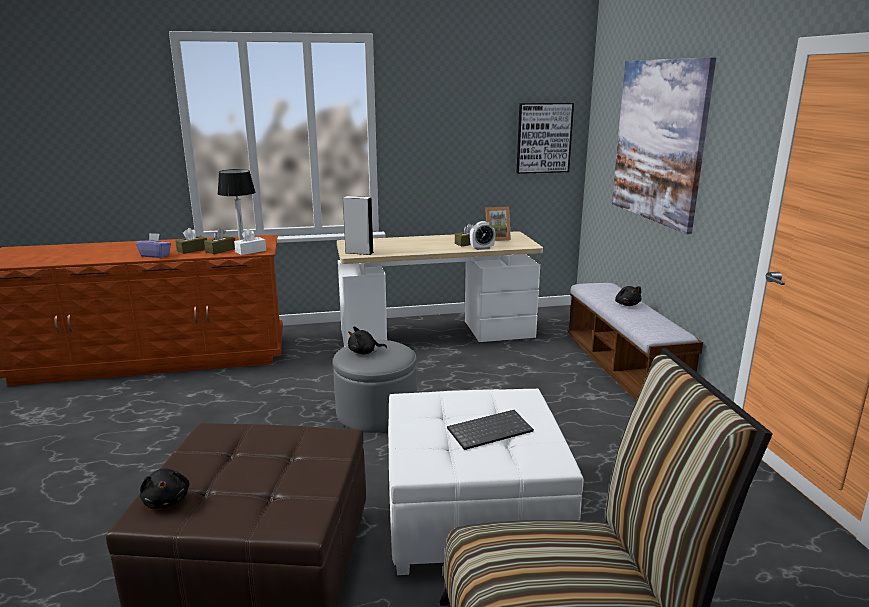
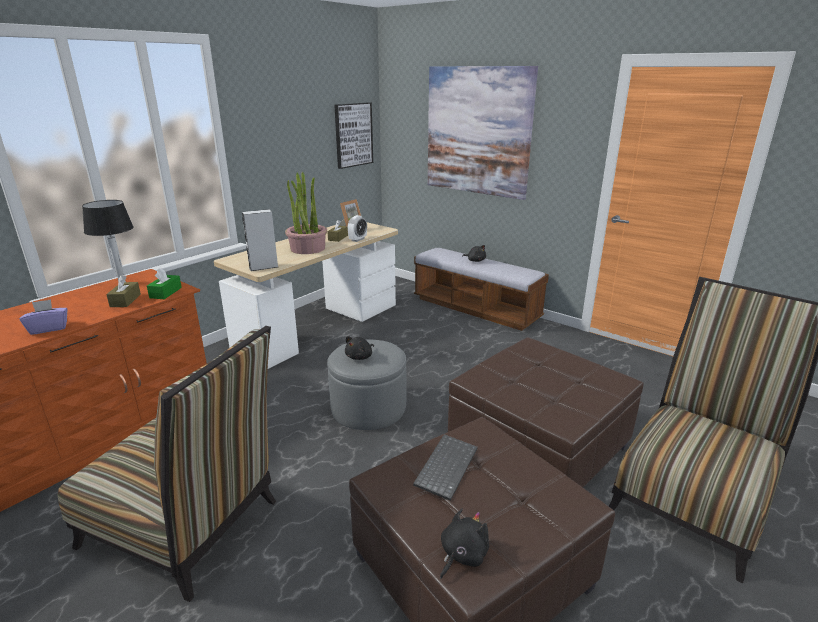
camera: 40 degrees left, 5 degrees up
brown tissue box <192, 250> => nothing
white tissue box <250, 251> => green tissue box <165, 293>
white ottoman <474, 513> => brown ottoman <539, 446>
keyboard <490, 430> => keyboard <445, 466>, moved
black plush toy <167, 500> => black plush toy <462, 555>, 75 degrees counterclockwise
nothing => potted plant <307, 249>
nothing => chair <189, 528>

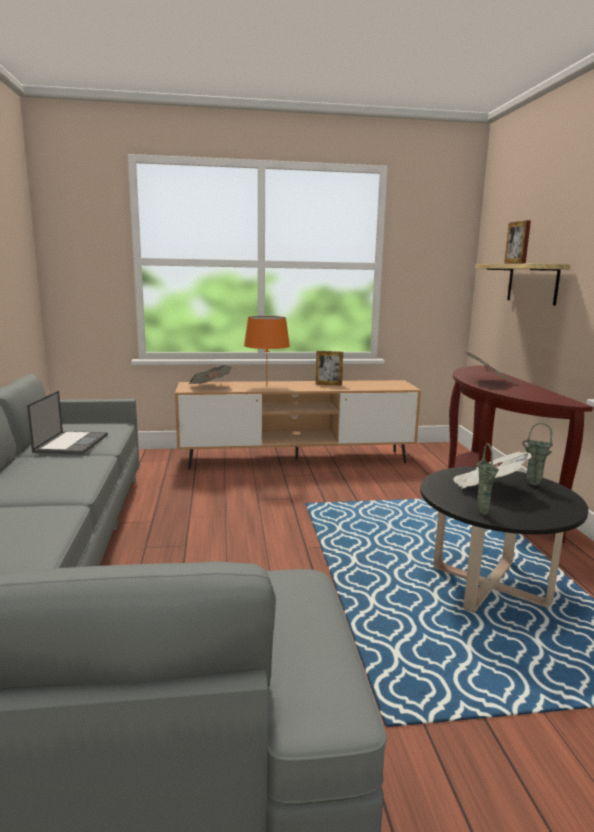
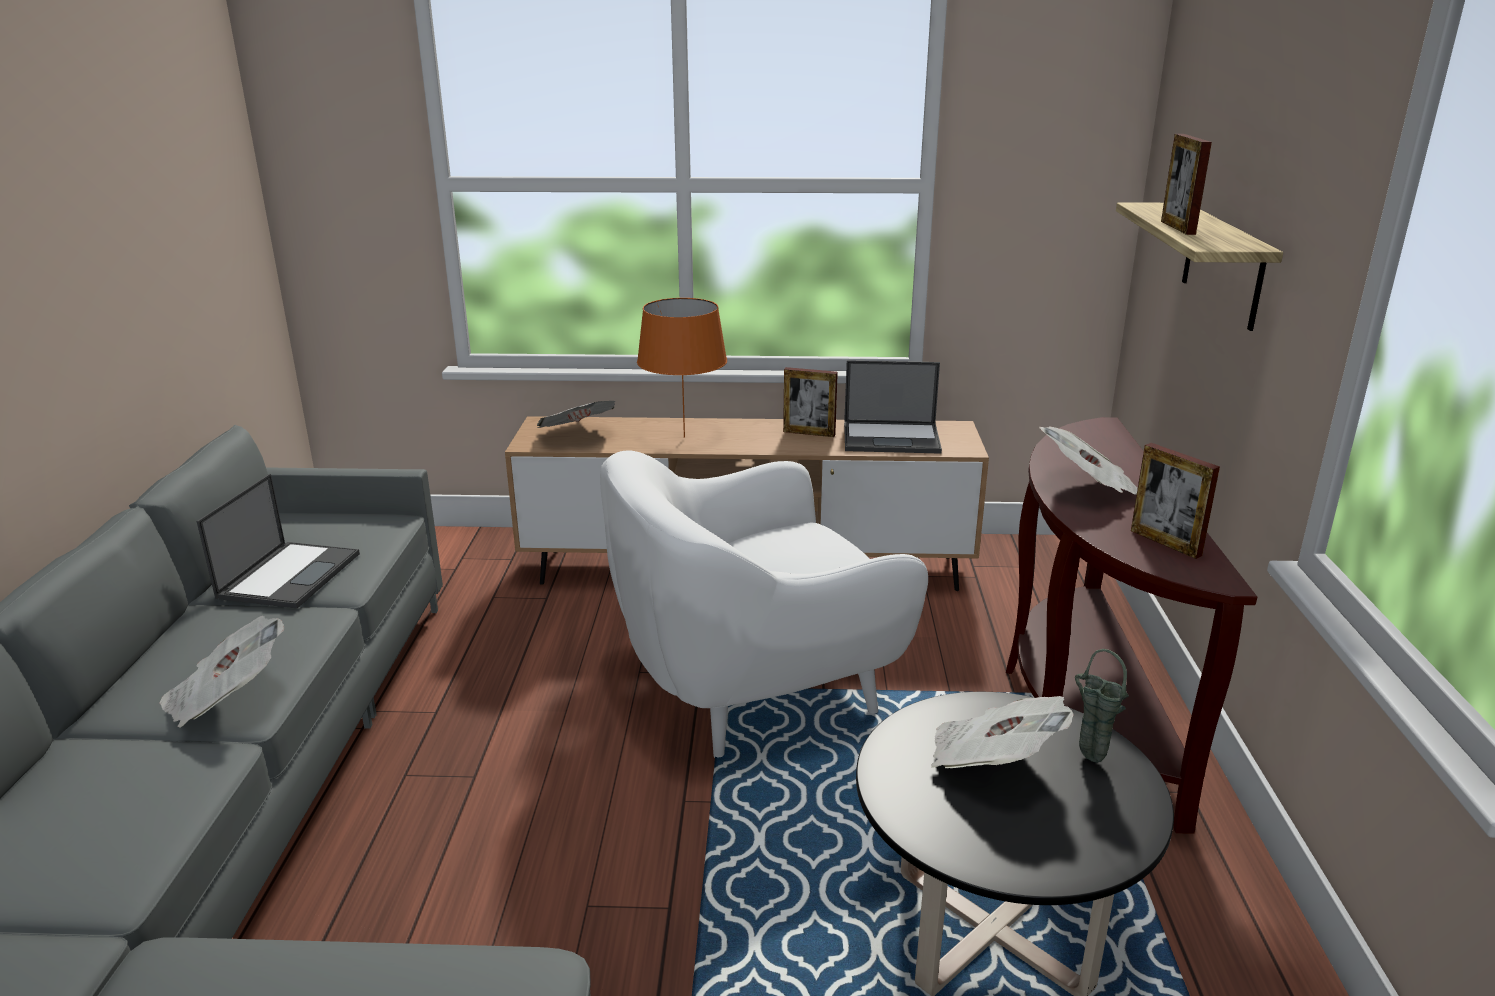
camera: 10 degrees right, 10 degrees up
green vase <483, 515> => nothing
nothing => laptop <892, 438>
nothing => picture frame <1165, 543>
nothing => white armchair <753, 689>
nothing => newspaper <227, 698>

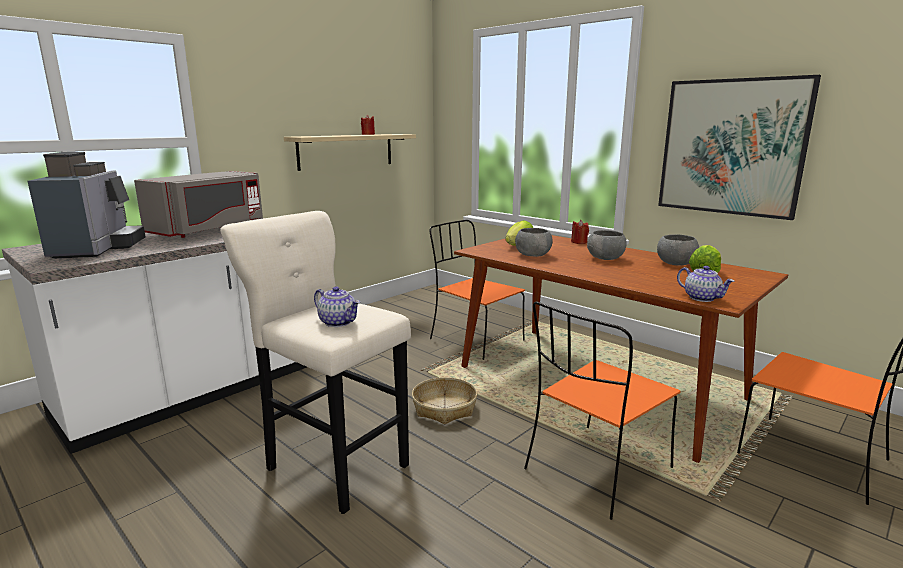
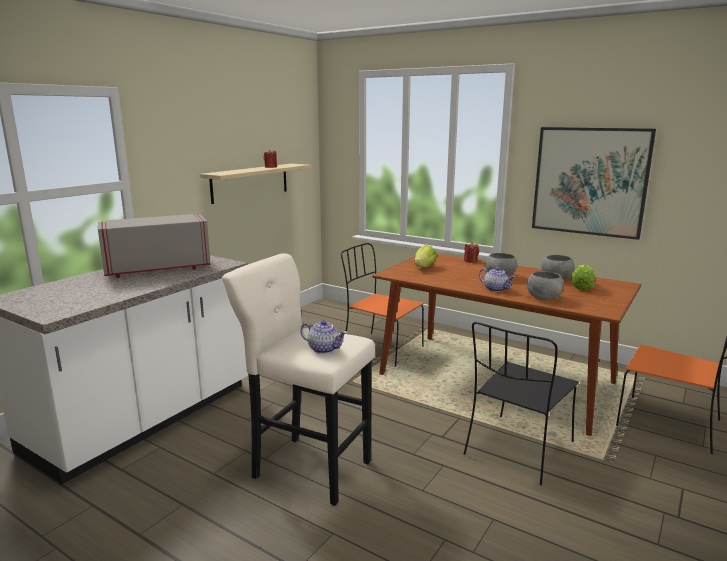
camera: 10 degrees left, 0 degrees up
coffee machine <97, 248> => nothing
grey microwave <209, 229> => grey microwave <157, 268>, 135 degrees counterclockwise
grey bowl <532, 255> => grey bowl <543, 298>, moved
teapot <702, 298> => teapot <496, 289>, moved
orange chair <596, 471> => black chair <518, 450>
basket <444, 408> => nothing

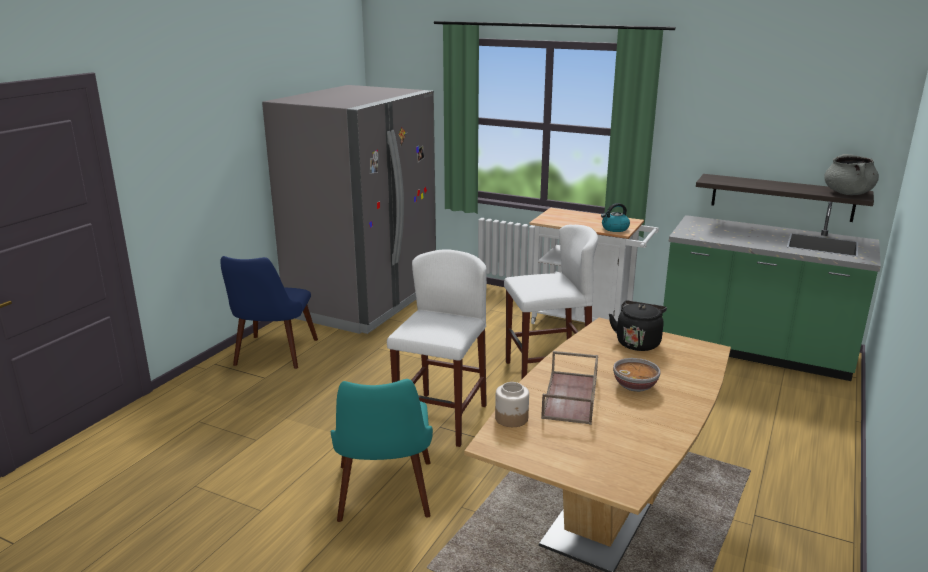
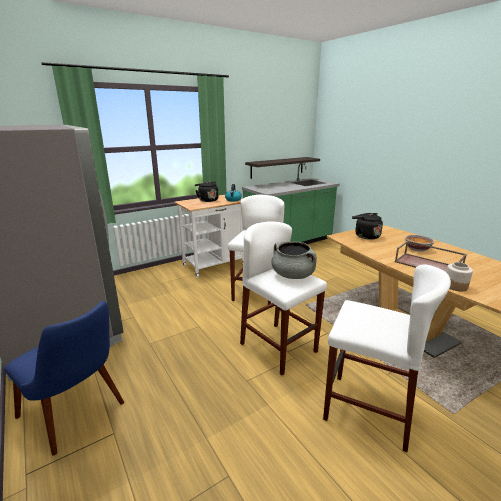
camera: 60 degrees left, 0 degrees up
grey cooking pot <848, 193> => grey cooking pot <293, 275>, moved
turquoise chair <385, 500> => white stool <367, 409>
nothing => black kettle <207, 200>

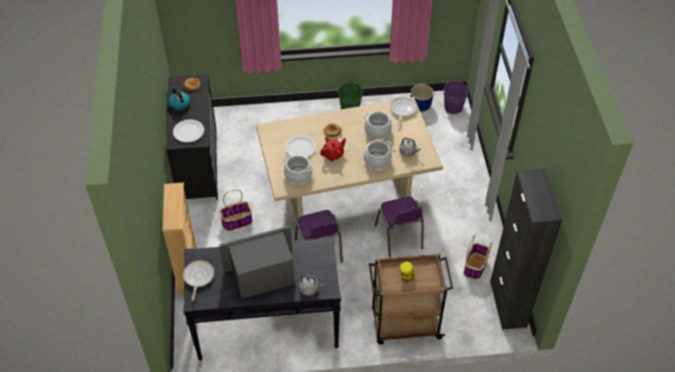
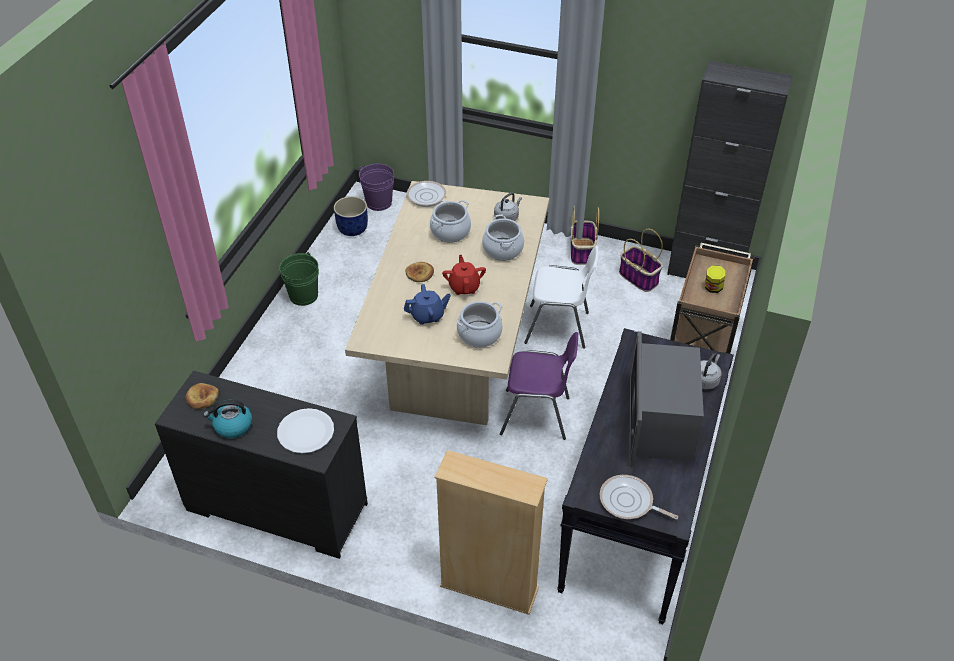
camera: 65 degrees left, 5 degrees down
white plate <300, 148> => blue teapot <428, 316>
basket <236, 222> => basket <582, 252>, moved
purple chair <399, 238> => white chair <559, 328>

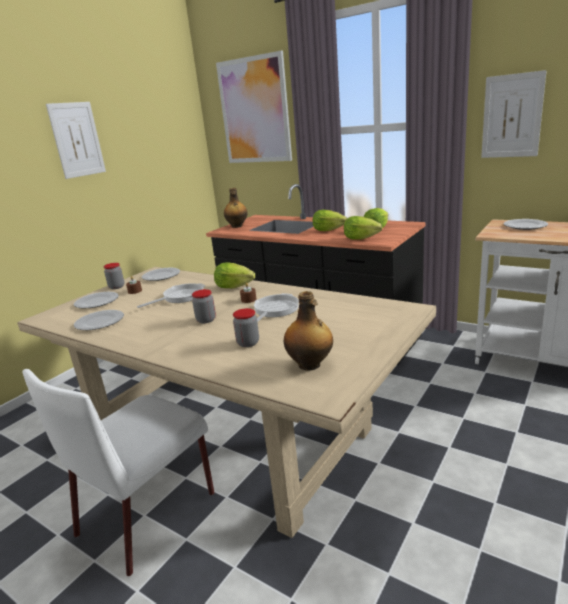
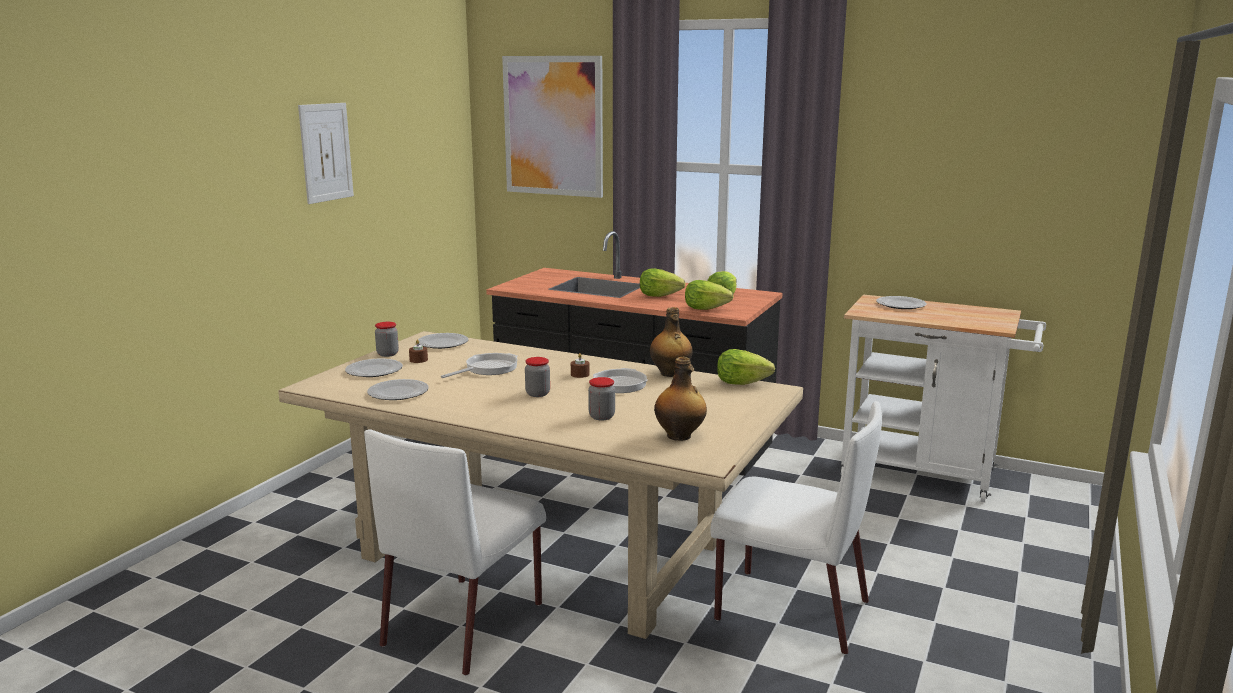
camera: 10 degrees left, 5 degrees down
picture <512, 116> => nothing
bottle <237, 226> => bottle <670, 374>, moved
lettuce <234, 287> => lettuce <741, 383>, moved
nothing => white chair <789, 610>

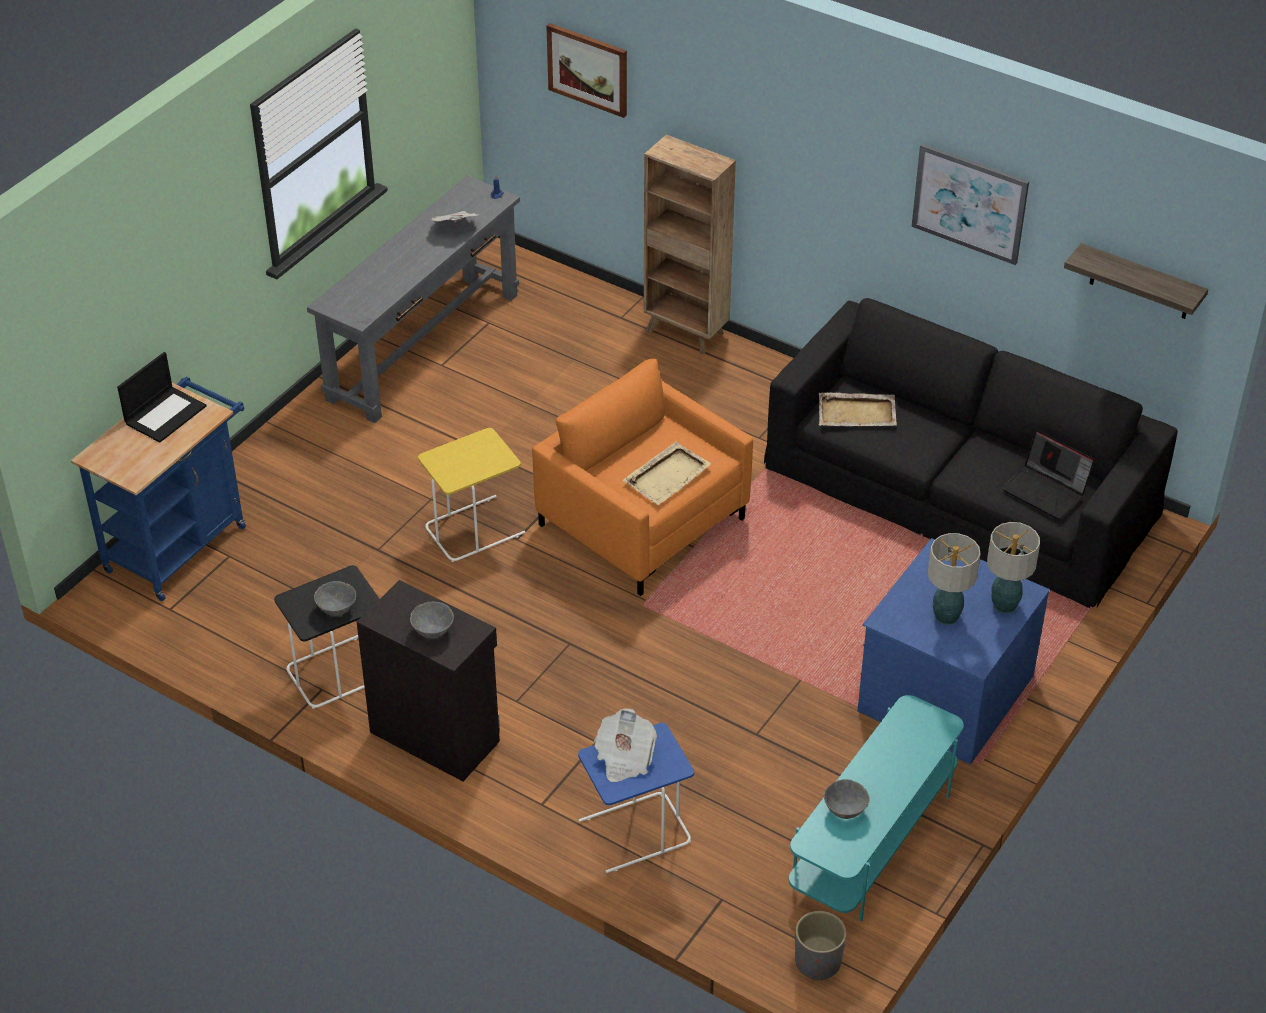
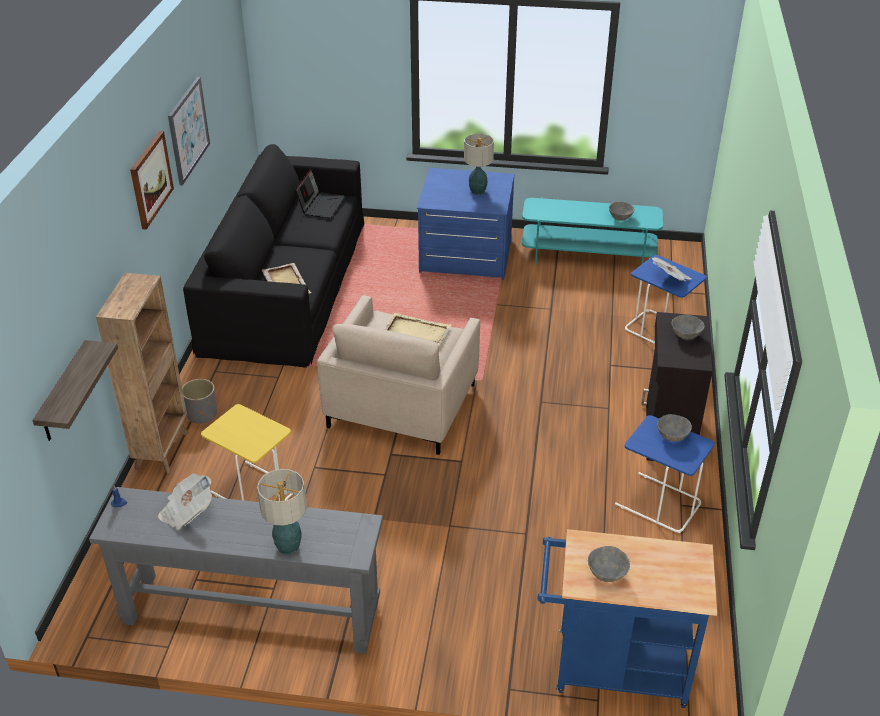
camera: 115 degrees left, 5 degrees down
picture <588, 69> => picture <150, 179>, moved
shelf <1140, 283> => shelf <63, 393>, moved
laptop <165, 414> => grey bowl <607, 574>
orange armchair <643, 521> => beige armchair <401, 405>
yellow side table <474, 528> => yellow side table <253, 491>, moved
table lamp <1005, 605> => table lamp <288, 546>, moved
black side table <339, 670> => blue side table <657, 503>
grey planter <817, 962> => grey planter <202, 415>, moved

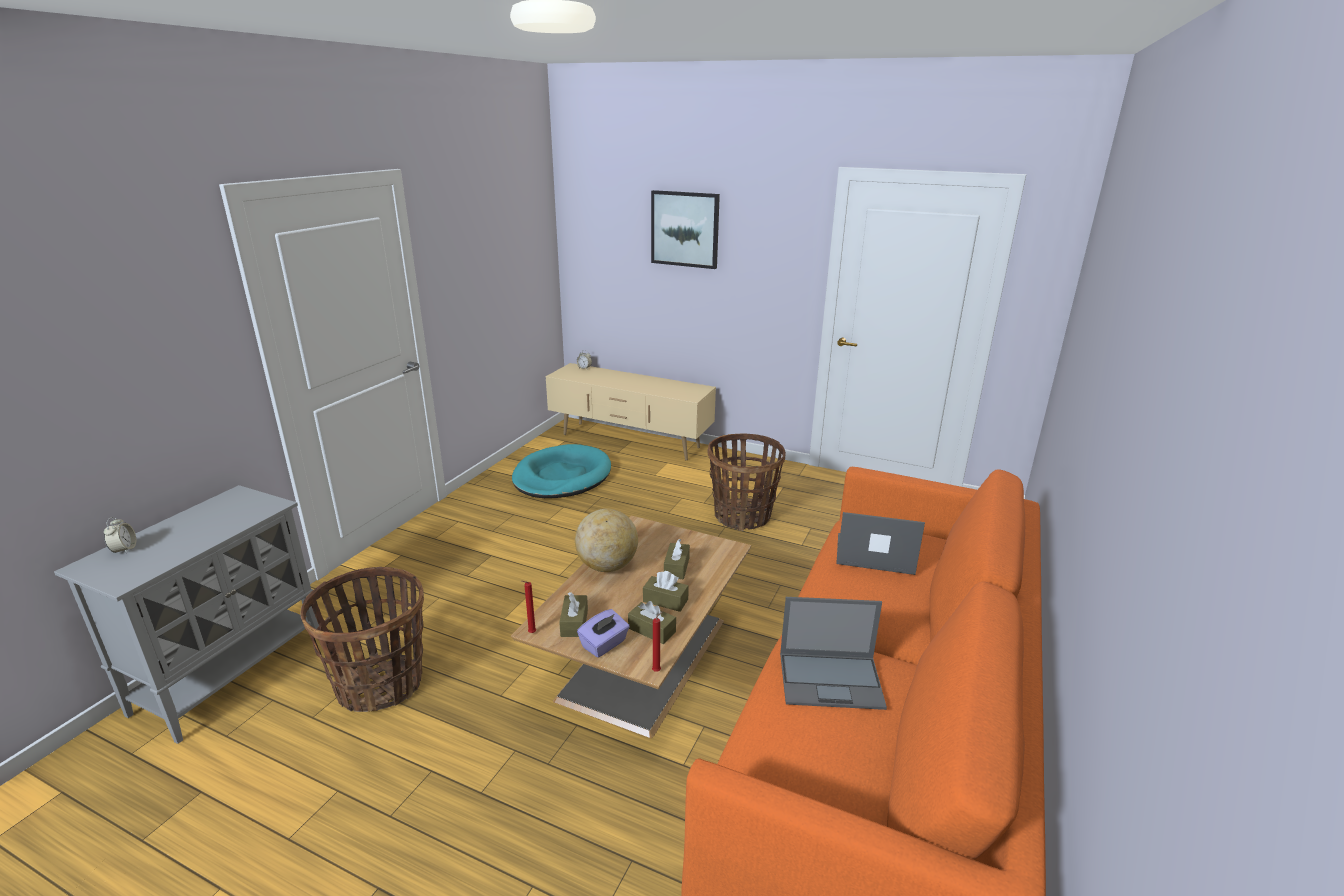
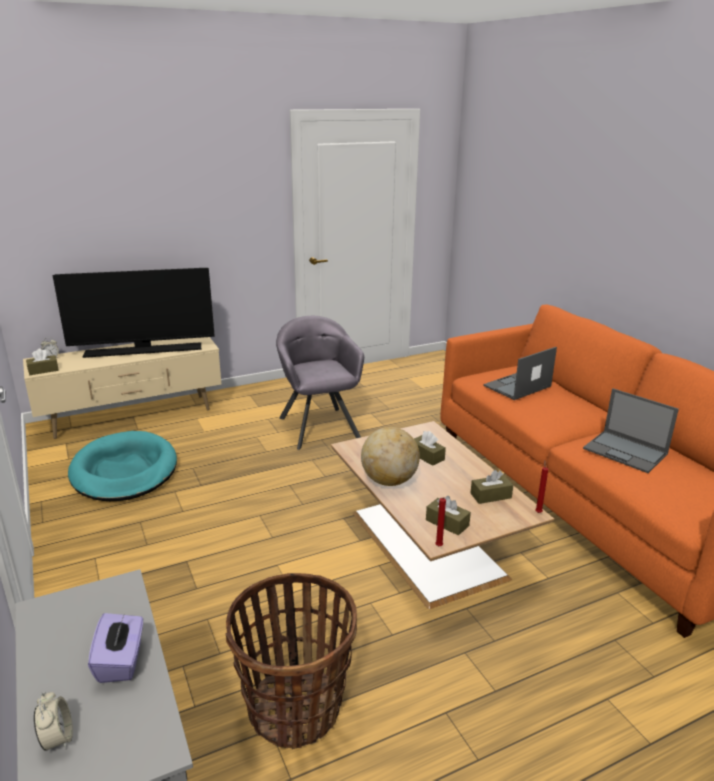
camera: 50 degrees left, 0 degrees up
picture <685, 229> => nothing
basket <742, 516> => grey armchair <319, 427>
alarm clock <124, 549> => alarm clock <57, 739>, 45 degrees clockwise
brown tissue box <665, 600> => brown tissue box <43, 370>, moved
laptop <832, 680> => laptop <626, 451>, 90 degrees clockwise
purple tissue box <604, 644> => purple tissue box <121, 661>, moved
nothing => television <144, 350>

